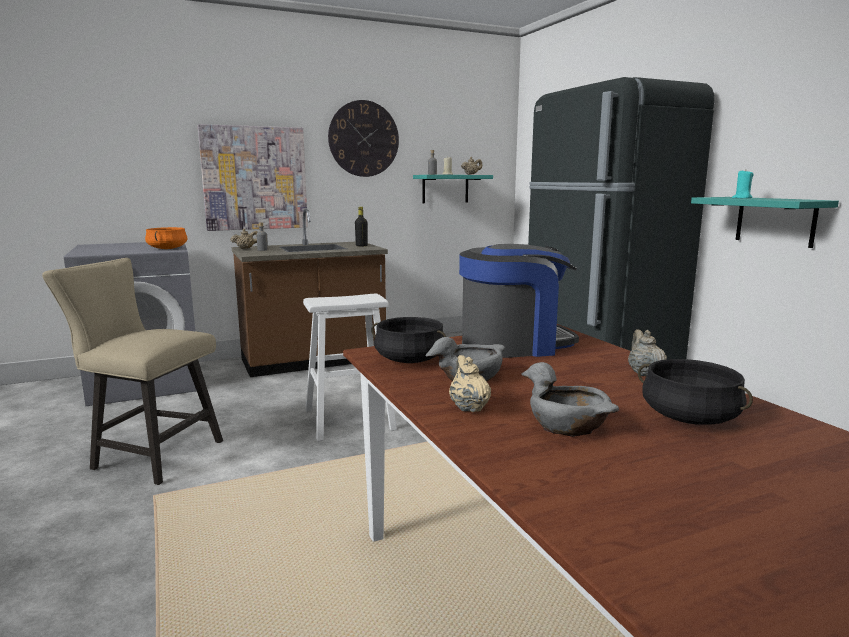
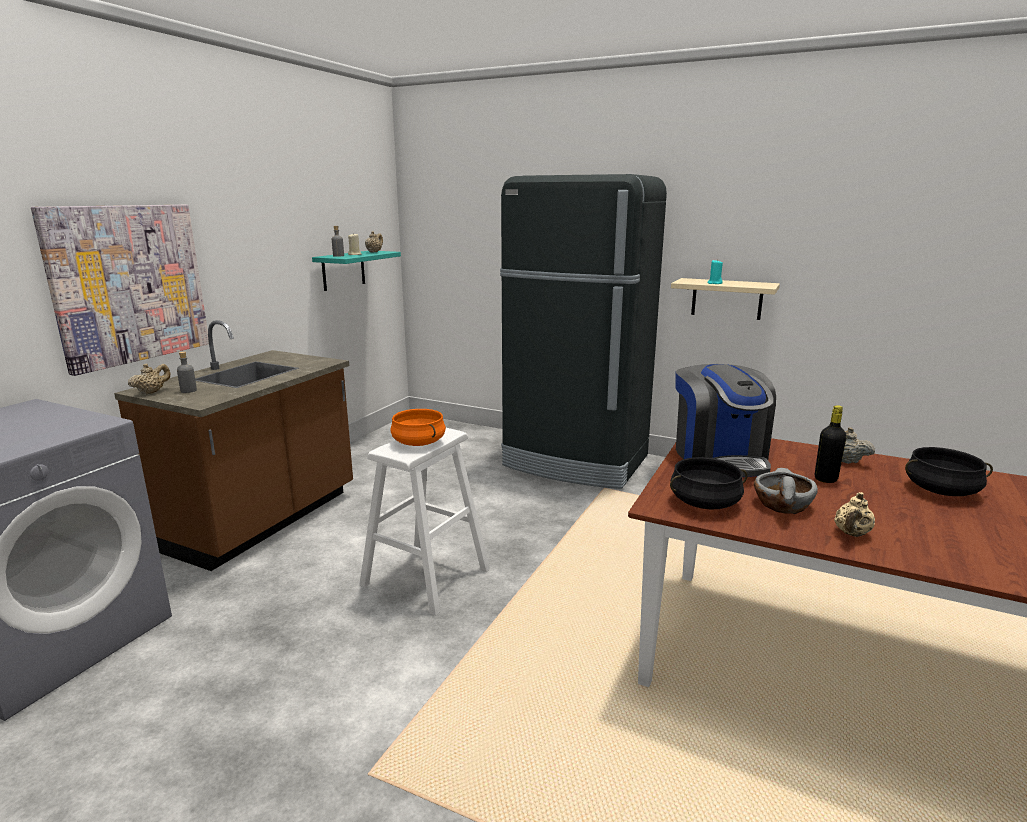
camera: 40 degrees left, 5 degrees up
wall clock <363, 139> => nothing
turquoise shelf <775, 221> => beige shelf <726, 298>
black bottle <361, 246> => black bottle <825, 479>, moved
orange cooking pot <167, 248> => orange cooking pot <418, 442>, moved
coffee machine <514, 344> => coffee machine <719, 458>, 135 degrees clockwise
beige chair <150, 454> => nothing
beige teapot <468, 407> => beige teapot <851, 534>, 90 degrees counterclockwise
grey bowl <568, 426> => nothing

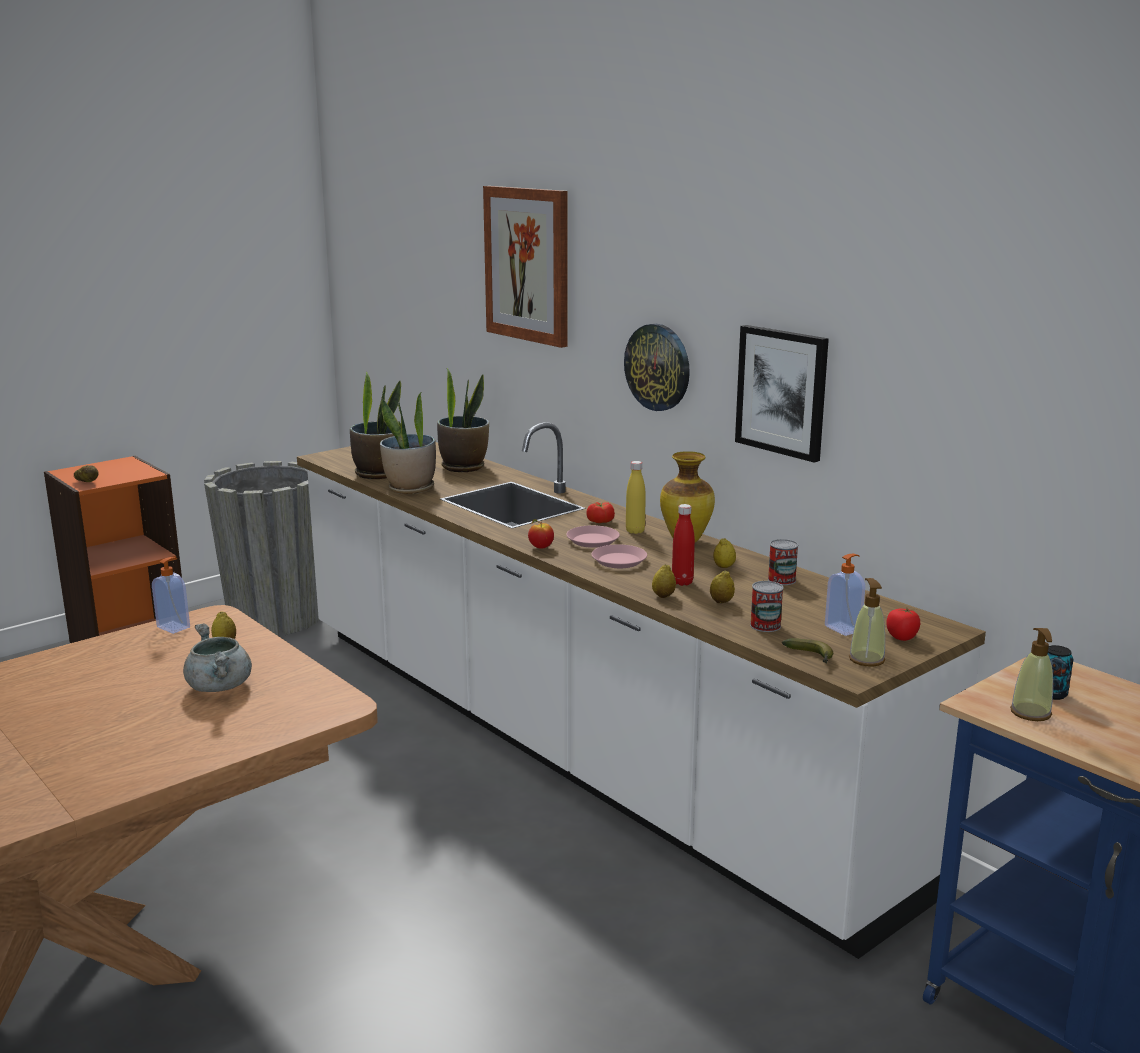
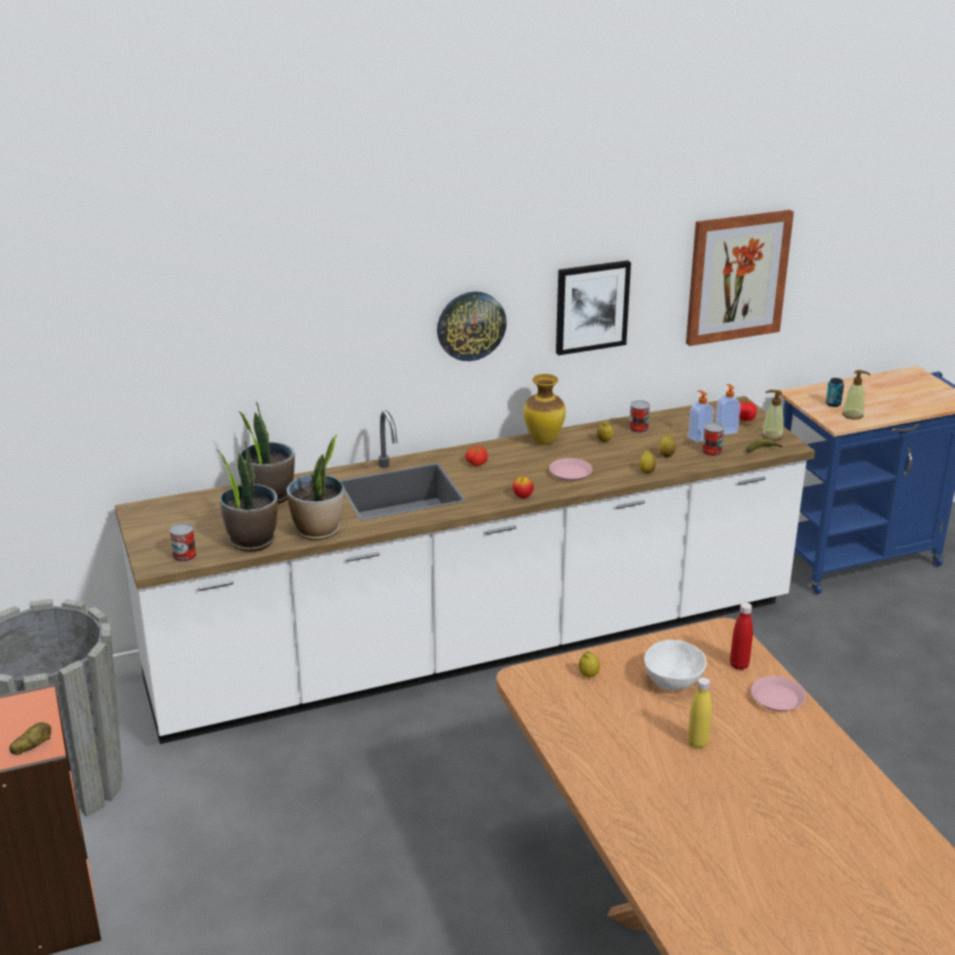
camera: 70 degrees left, 10 degrees up
picture <528, 264> => picture <737, 277>, moved
yellow bottle <635, 531> => yellow bottle <697, 743>, moved
red bottle <682, 582> => red bottle <739, 665>, moved
pink plate <593, 540> => pink plate <777, 698>, moved
soap dispenser <174, 627> => soap dispenser <699, 437>, moved
grey cooking pot <220, 687> => white bowl <674, 681>
nothing => can <184, 556>

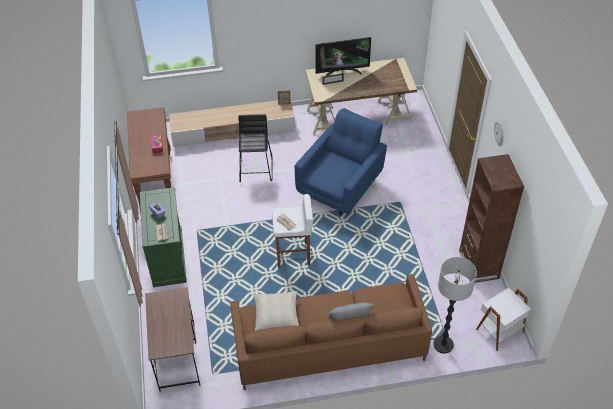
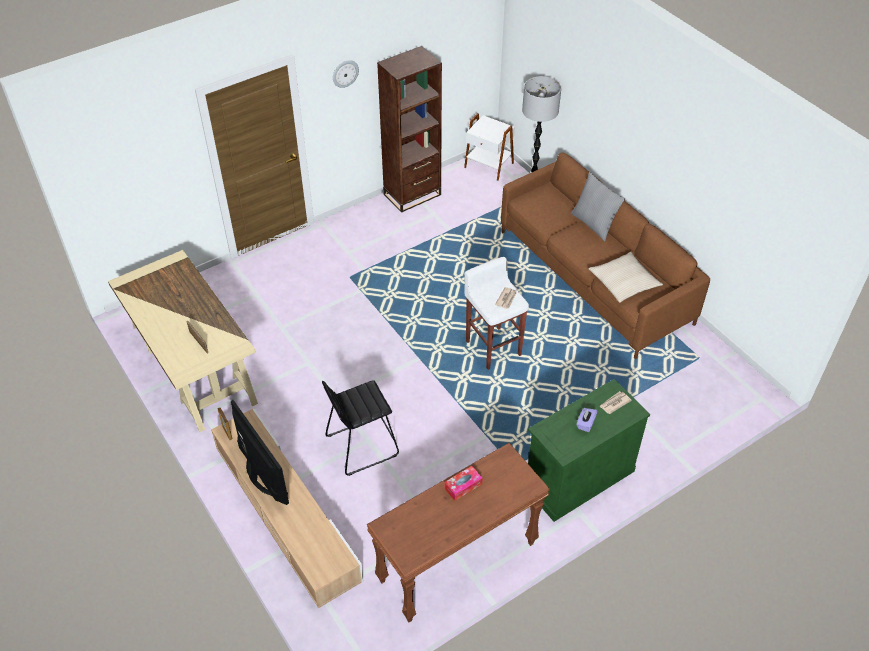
camera: 115 degrees left, 0 degrees up
television <342, 72> => television <261, 477>, moved
blue armchair <341, 186> => nothing
brown desk <177, 356> => nothing

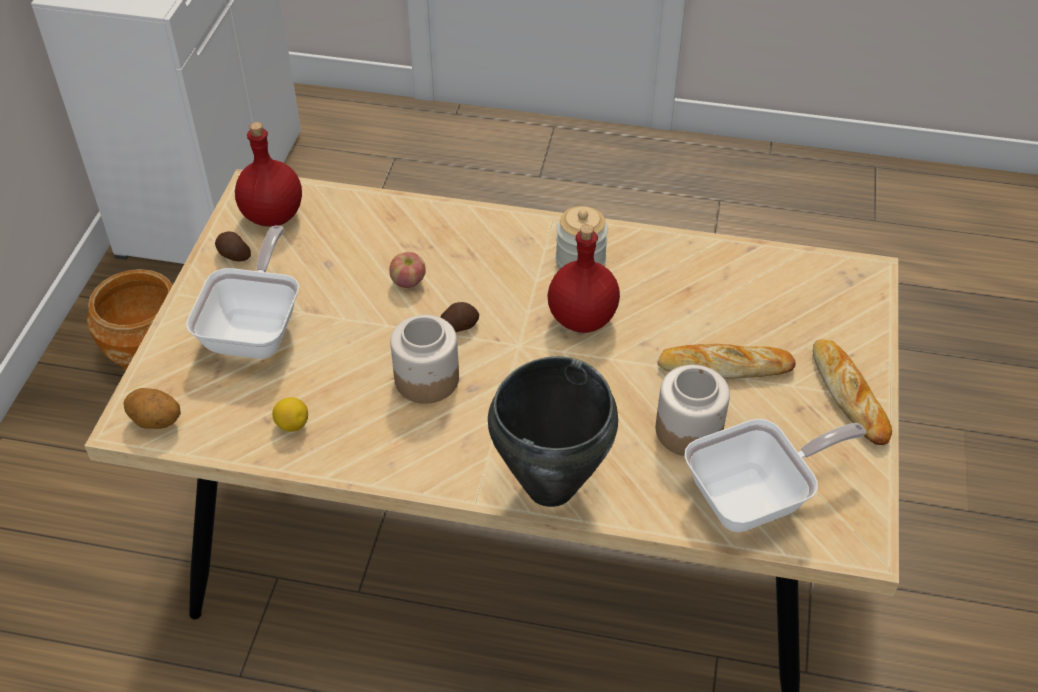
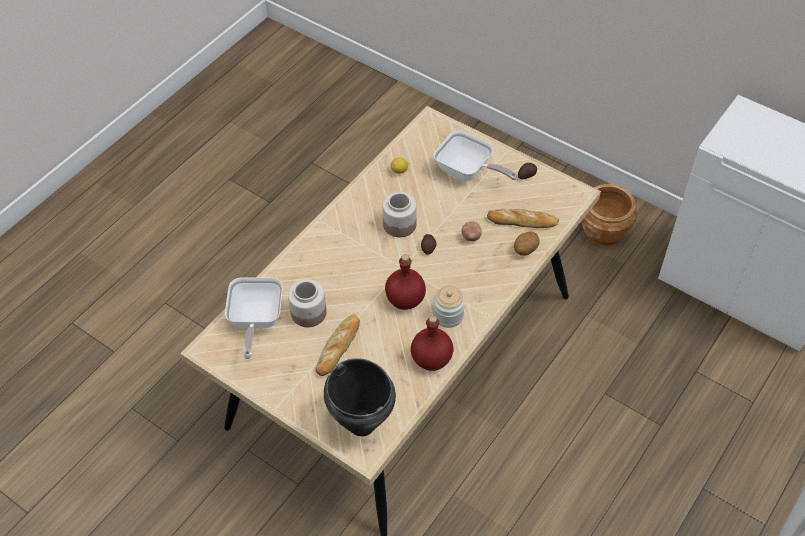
camera: 115 degrees right, 5 degrees up
red bottle <274, 215> => red bottle <432, 360>, moved
bread <849, 395> => bread <522, 221>, moved
black cooking pot <549, 487> => black cooking pot <362, 423>, moved
potato <156, 422> => potato <525, 250>, moved

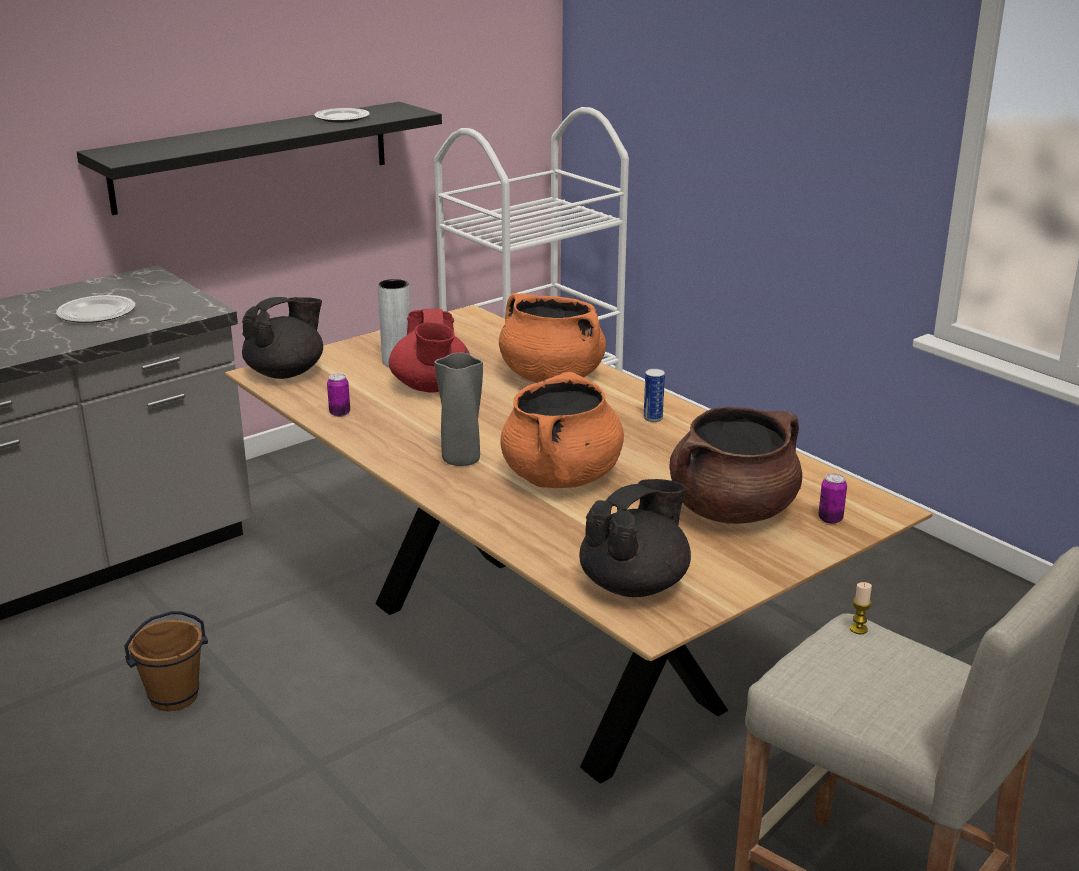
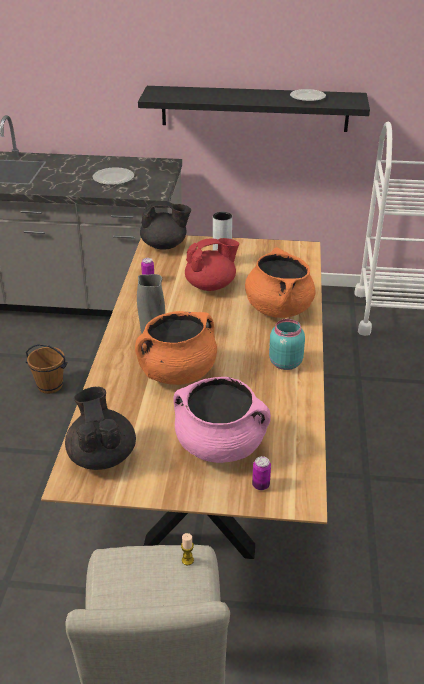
camera: 45 degrees right, 10 degrees up
red teapot <431, 387> => red teapot <211, 285>, 150 degrees counterclockwise
can <653, 418> => turquoise jar <284, 363>
brown cooking pot <732, 510> => pink cooking pot <220, 445>
black teapot <635, 584> => black teapot <102, 455>, 105 degrees counterclockwise

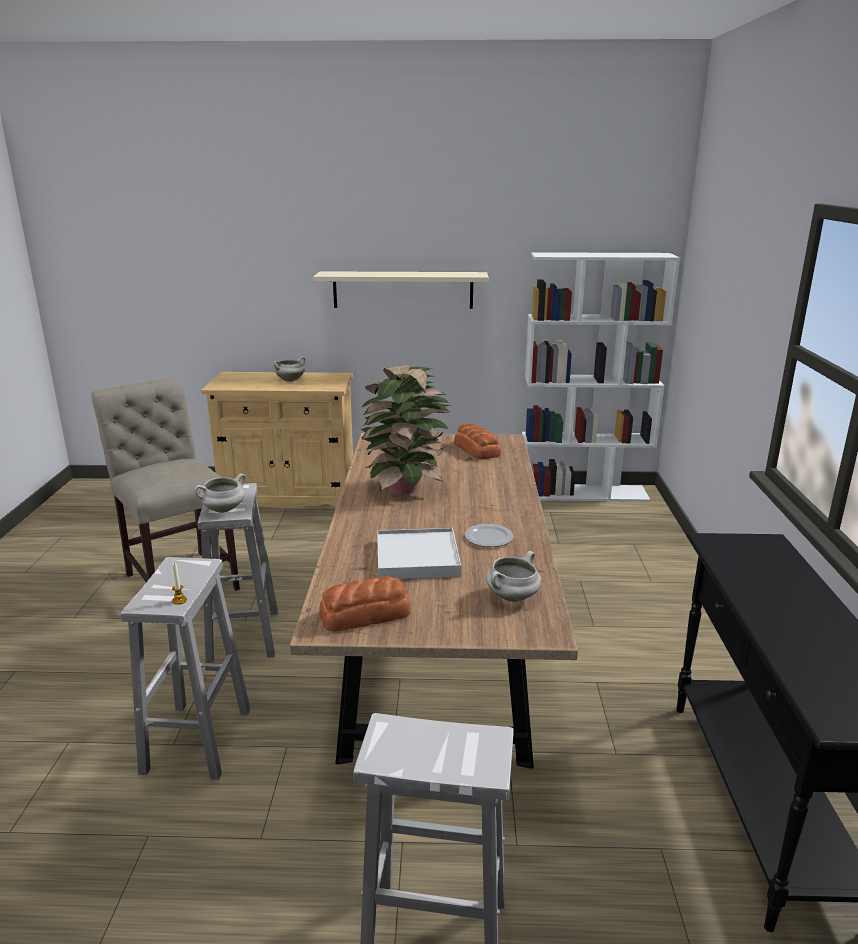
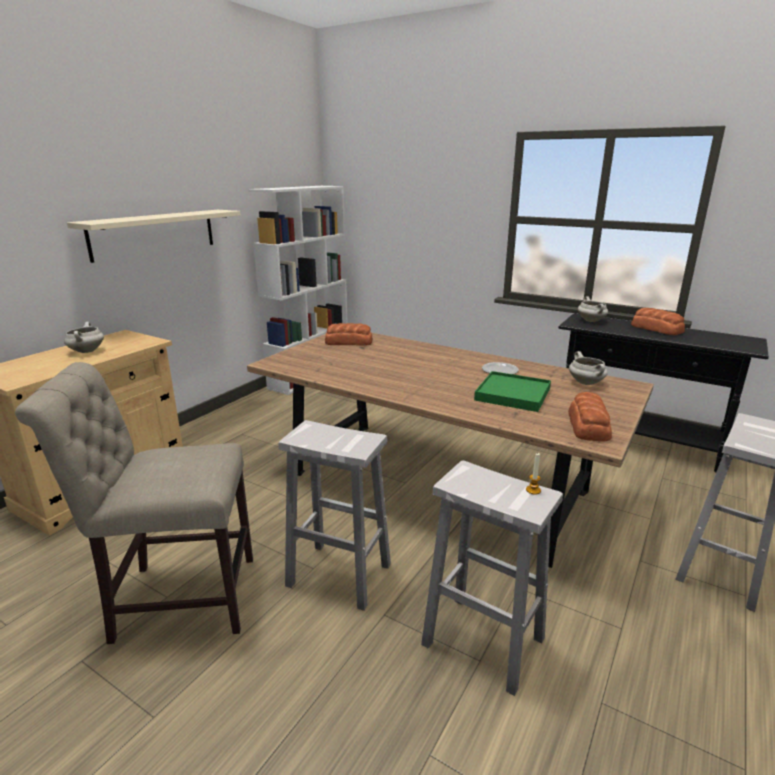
camera: 60 degrees left, 0 degrees up
potted plant <406, 489> => nothing
white cooking pot <223, 510> => white cooking pot <591, 321>, moved
white tray <417, 558> => green tray <513, 394>
nothing => bread <656, 329>

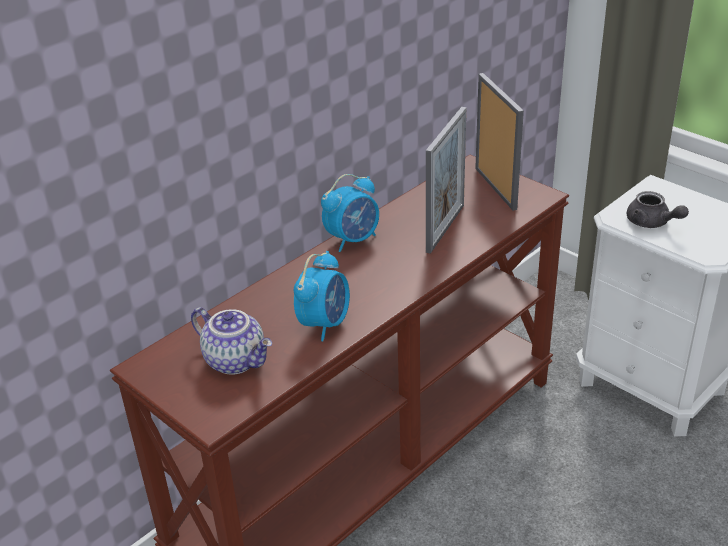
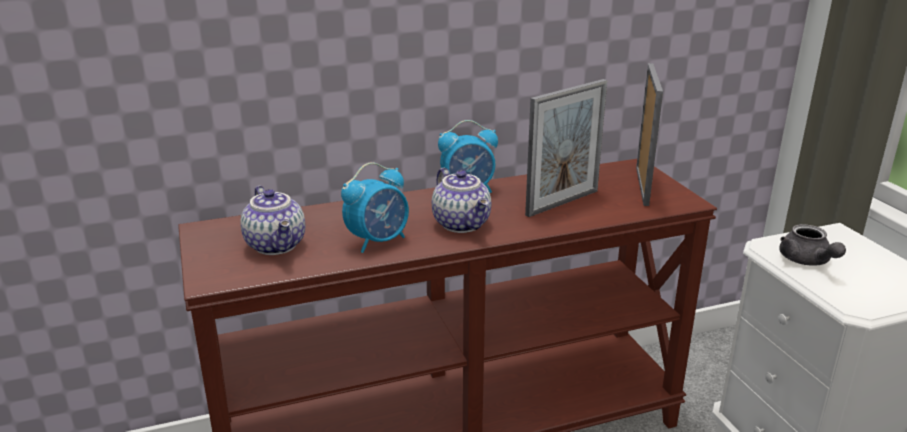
camera: 25 degrees right, 10 degrees down
nothing => teapot <463, 224>

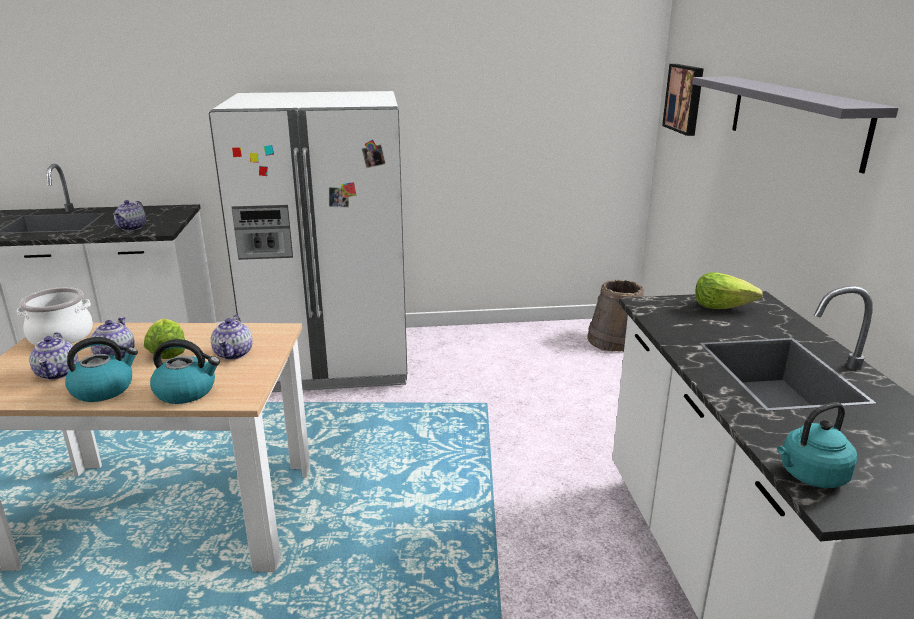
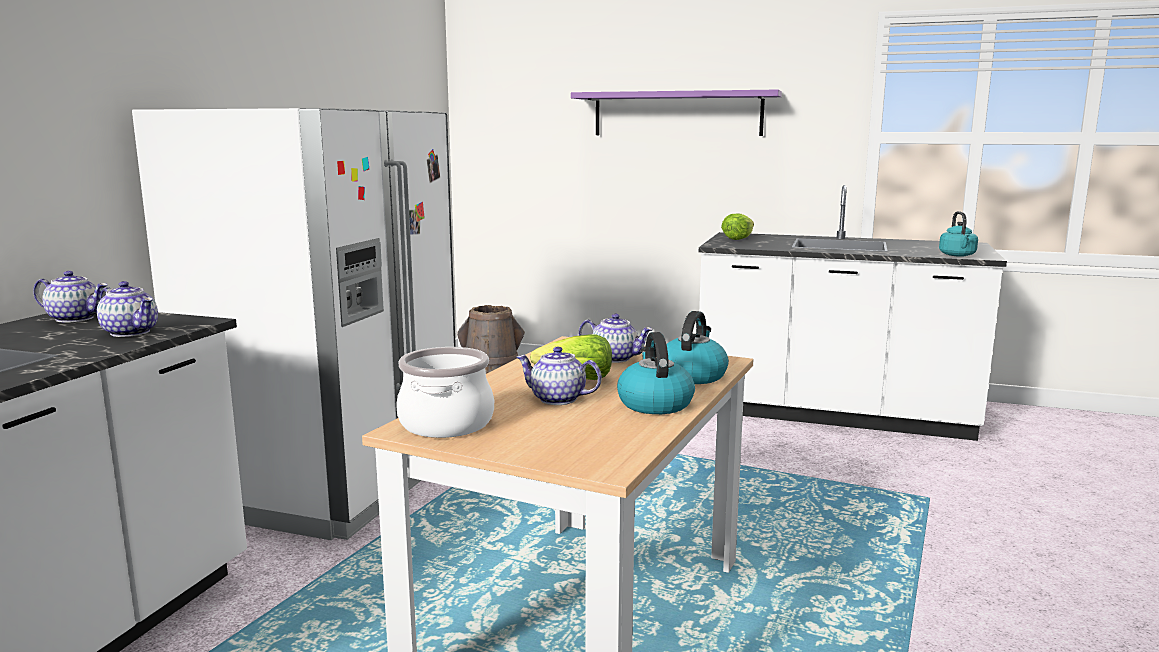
camera: 65 degrees left, 10 degrees down
picture <685, 98> => nothing
grey shelf <794, 119> => purple shelf <677, 114>
teapot <58, 373> => teapot <76, 318>, moved

